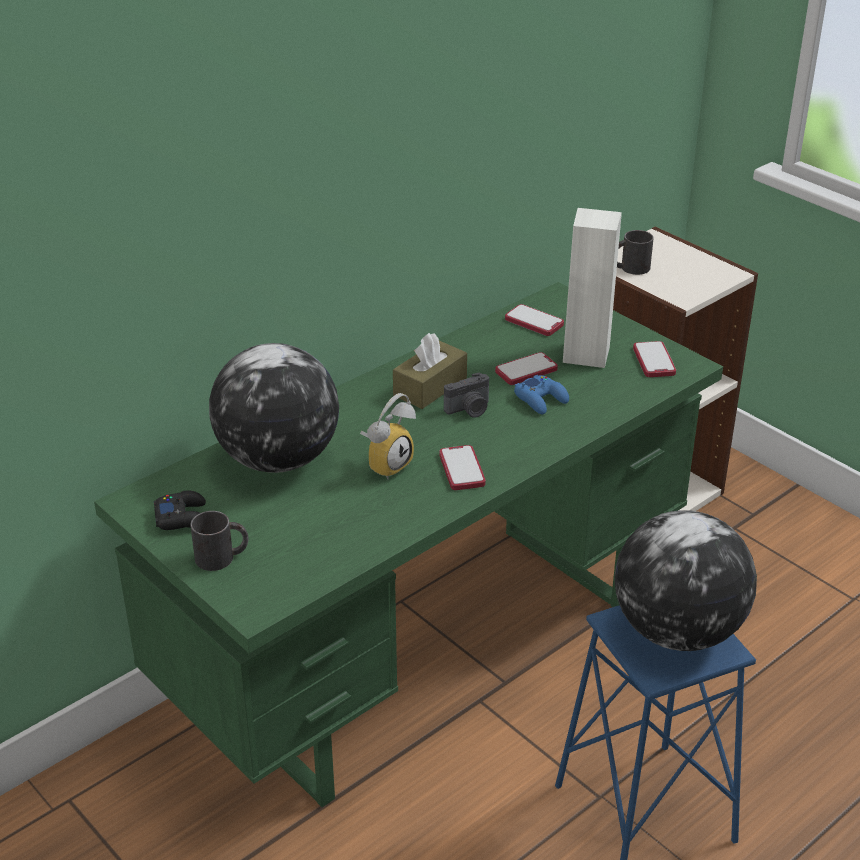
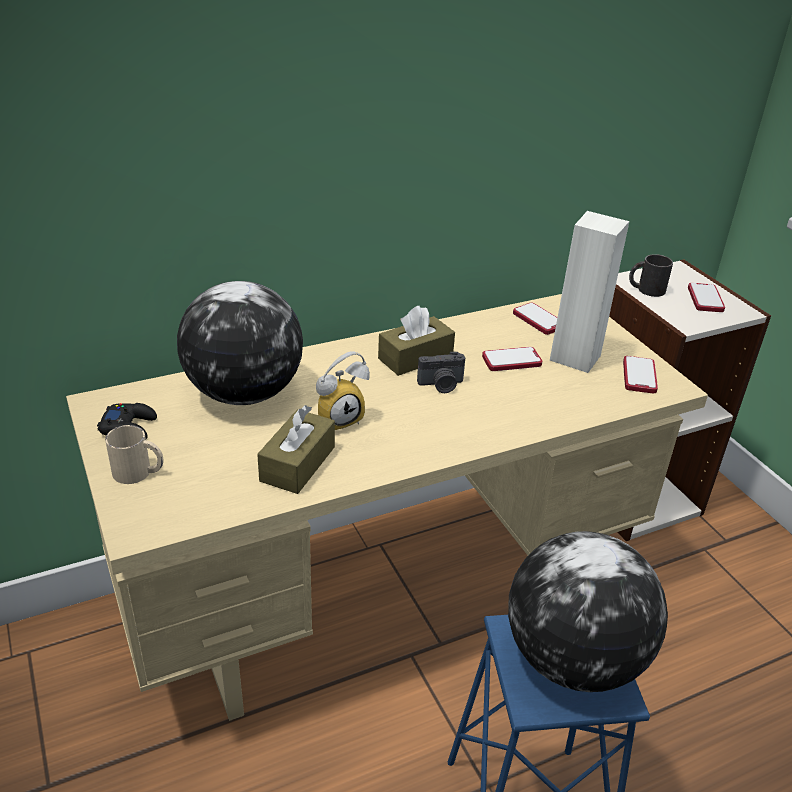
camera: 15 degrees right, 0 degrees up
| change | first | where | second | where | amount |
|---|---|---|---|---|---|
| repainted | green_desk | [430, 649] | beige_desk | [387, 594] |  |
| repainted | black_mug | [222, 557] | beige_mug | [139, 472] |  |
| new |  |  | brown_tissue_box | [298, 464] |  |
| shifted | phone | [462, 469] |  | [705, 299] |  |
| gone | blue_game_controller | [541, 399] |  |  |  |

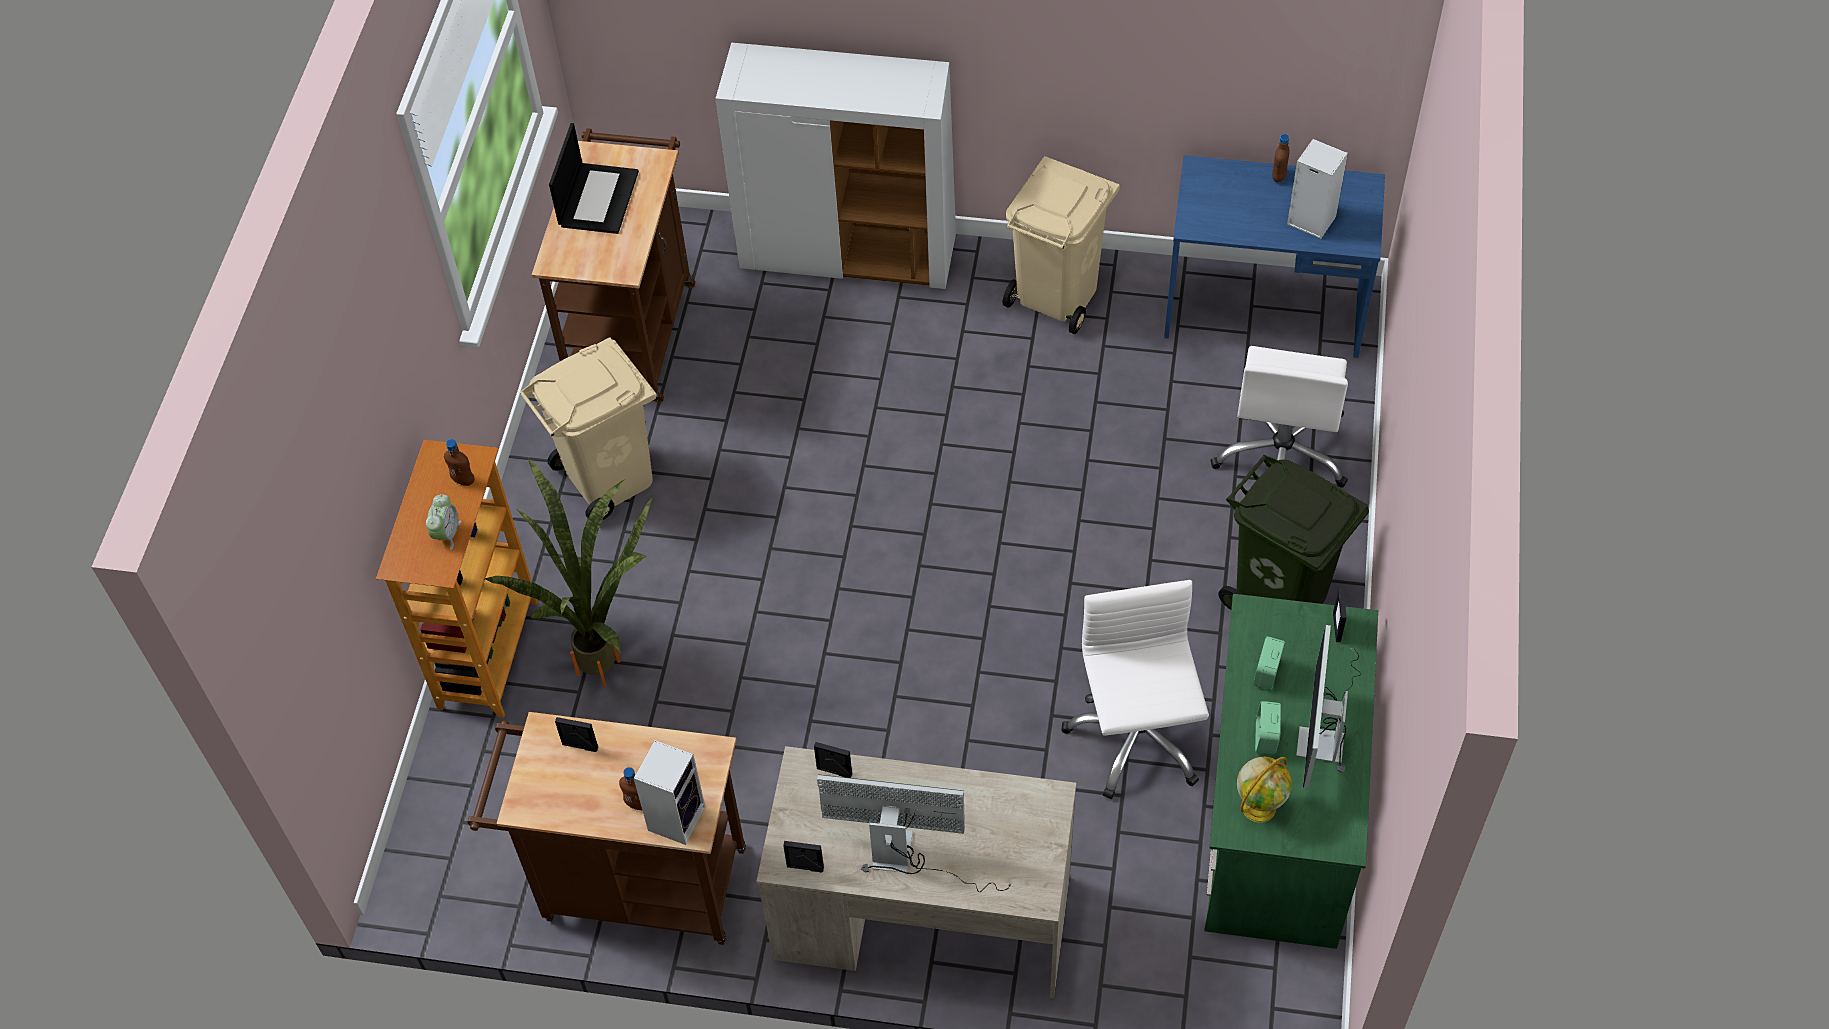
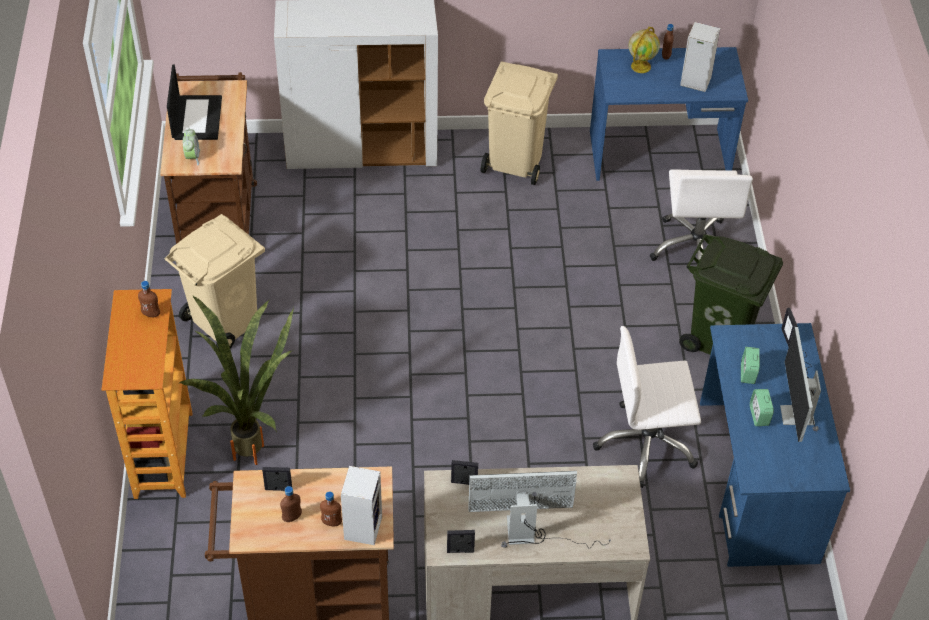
camera: 15 degrees left, 5 degrees down
| change | first | where | second | where | amount |
|---|---|---|---|---|---|
| shifted | alarm_clock | [447, 534] |  | [192, 157] |  |
| new |  |  | brown_bottle | [292, 517] |  |
| rotated | white_office_chair | [1136, 737] |  | [646, 444] | 75 degrees counterclockwise |
| shifted | globe | [1259, 806] |  | [641, 66] |  |
| repainted | green_desk | [1278, 815] | blue_desk | [757, 481] |  |

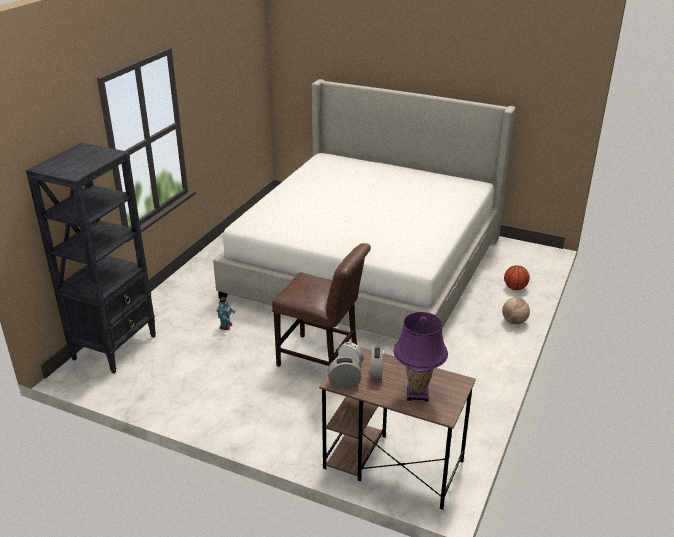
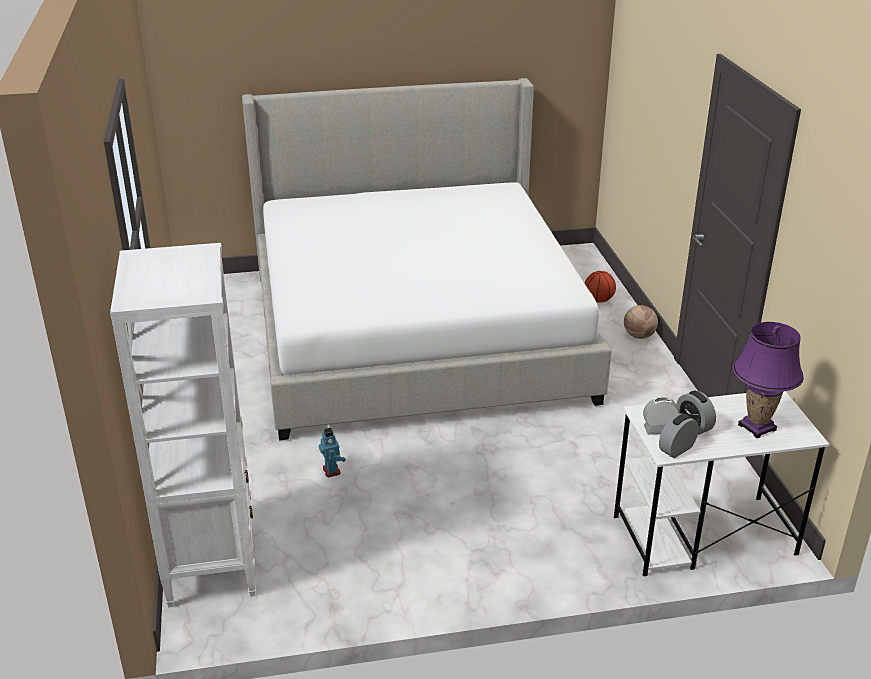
camera: 35 degrees left, 0 degrees up
| change | first | where | second | where | amount |
|---|---|---|---|---|---|
| repainted | black_bookcase | [115, 347] | white_bookcase | [212, 562] |  |
| repainted | brown_desk | [392, 464] | white_desk | [702, 535] |  |
| gone | brown_chair | [322, 360] |  |  |  |

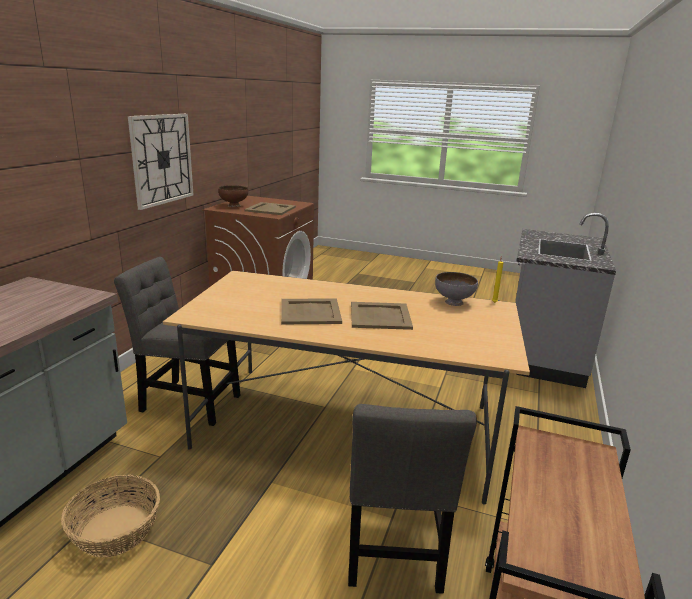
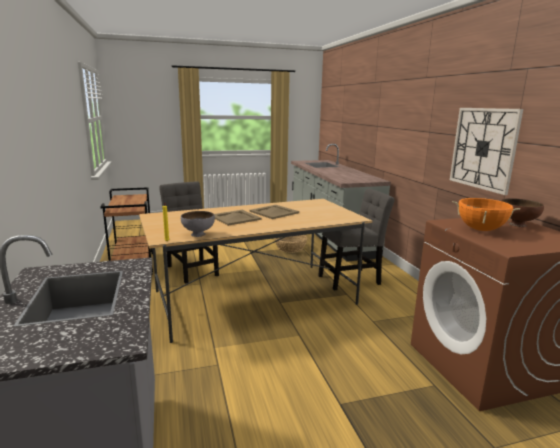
camera: 145 degrees right, 5 degrees down
| change | first | where | second | where | amount |
|---|---|---|---|---|---|
| swapped | beige_tray | [271, 209] | orange_cooking_pot | [481, 230] |  |

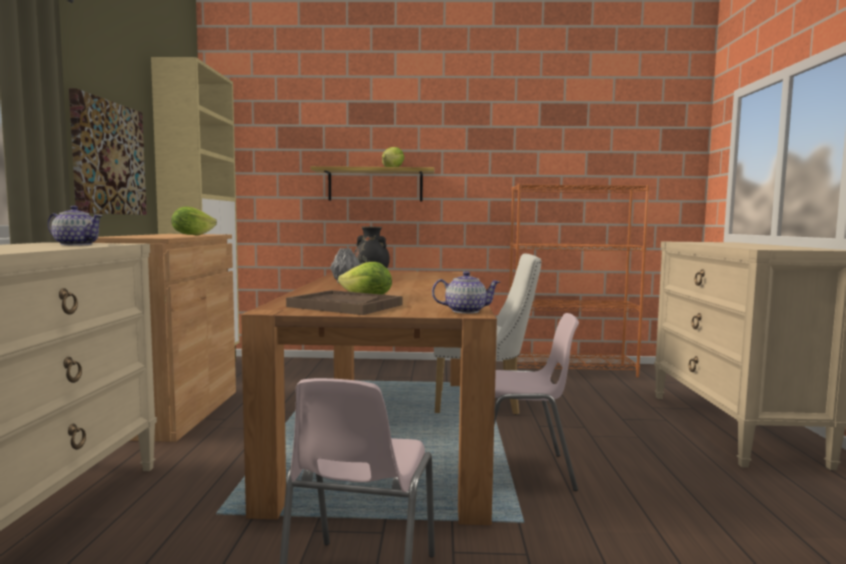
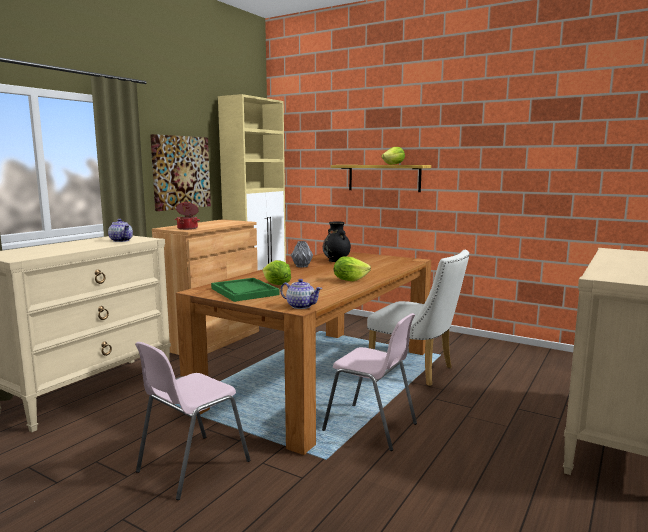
camera: 30 degrees right, 5 degrees up
| change | first | where | second | where | amount |
|---|---|---|---|---|---|
| new |  |  | cooking_pot | [188, 228] |  |
| repainted | brown_tray | [344, 306] | green_tray | [244, 291] |  |
| shifted | lettuce | [192, 235] |  | [350, 280] |  |
| gone | orange_bookcase | [570, 369] |  |  |  |

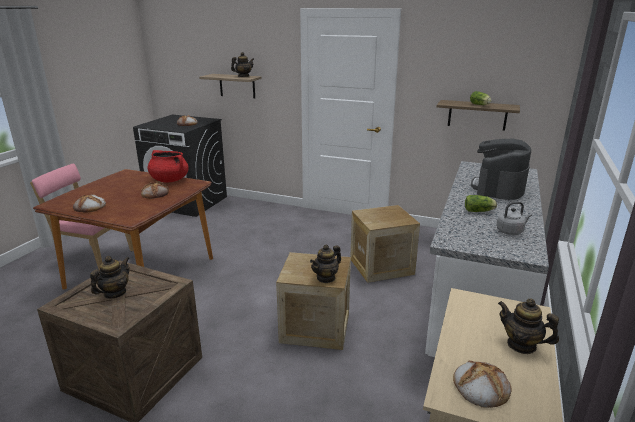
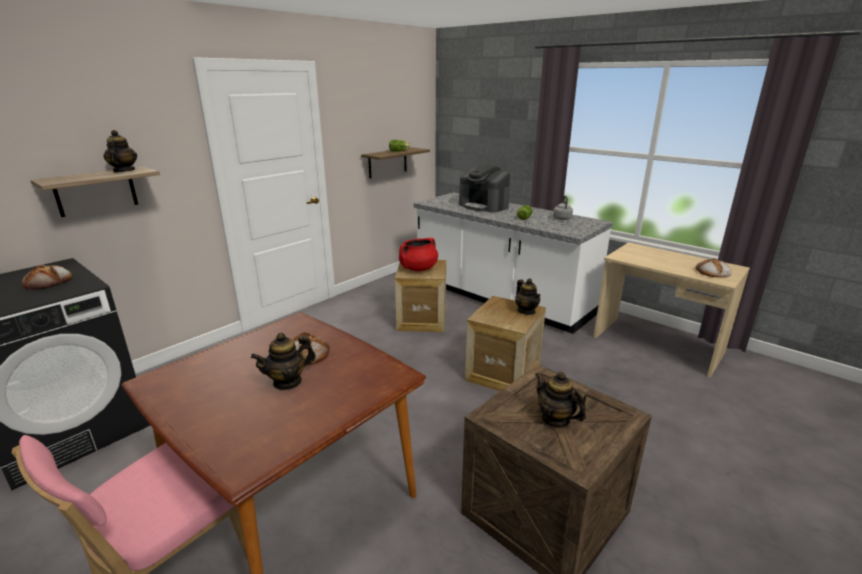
camera: 70 degrees left, 0 degrees up
| change | first | where | second | where | amount |
|---|---|---|---|---|---|
| shifted | teapot | [521, 345] |  | [287, 382] |  |
| shifted | red_cooking_pot | [169, 180] |  | [418, 269] |  |
| gone | bread | [90, 207] |  |  |  |

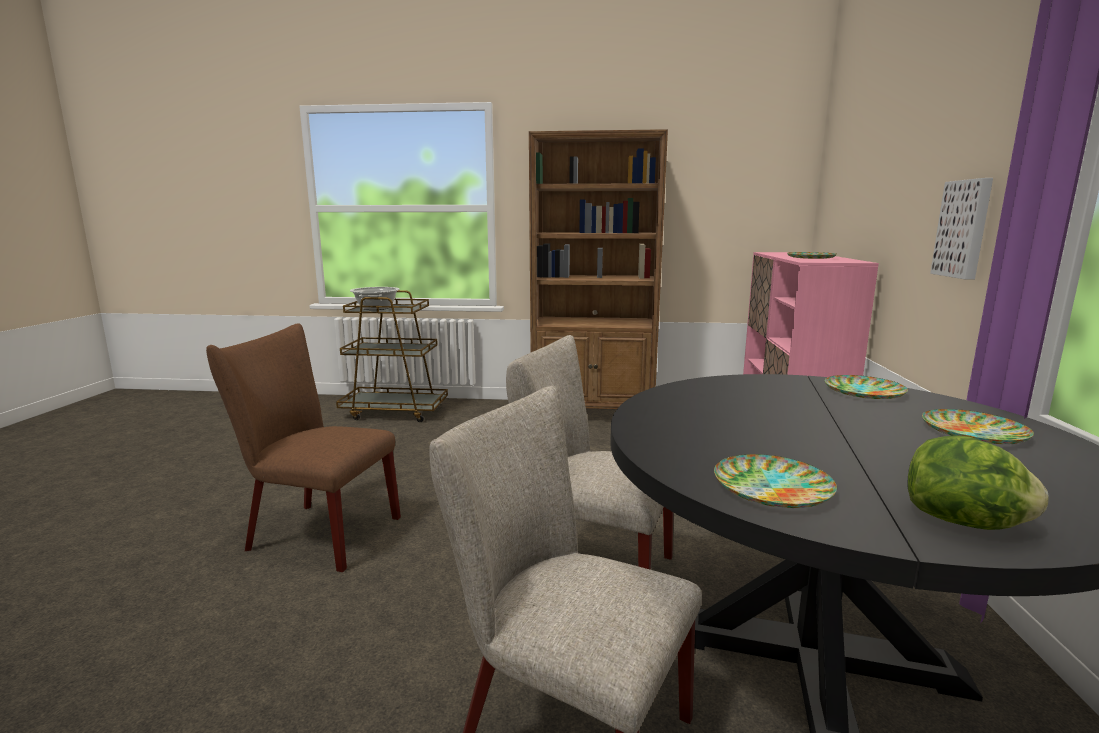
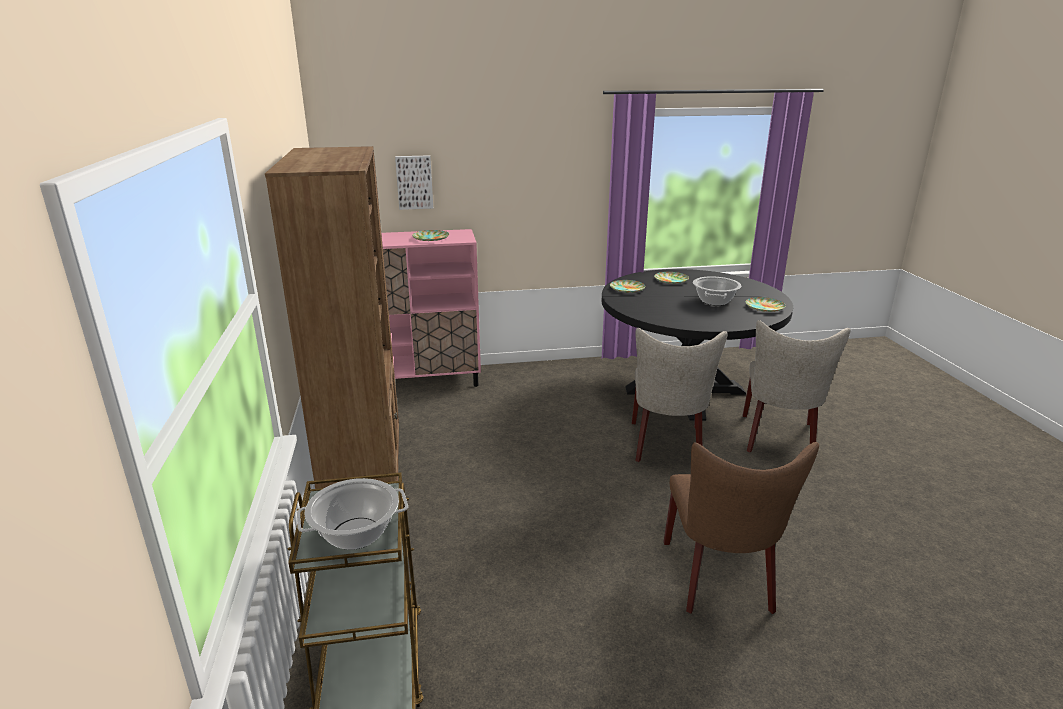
camera: 105 degrees left, 10 degrees up
| change | first | where | second | where | amount |
|---|---|---|---|---|---|
| shifted | picture | [964, 229] |  | [414, 182] |  |
| new |  |  | cooking_pot | [715, 301] |  |
| gone | lettuce | [964, 522] |  |  |  |

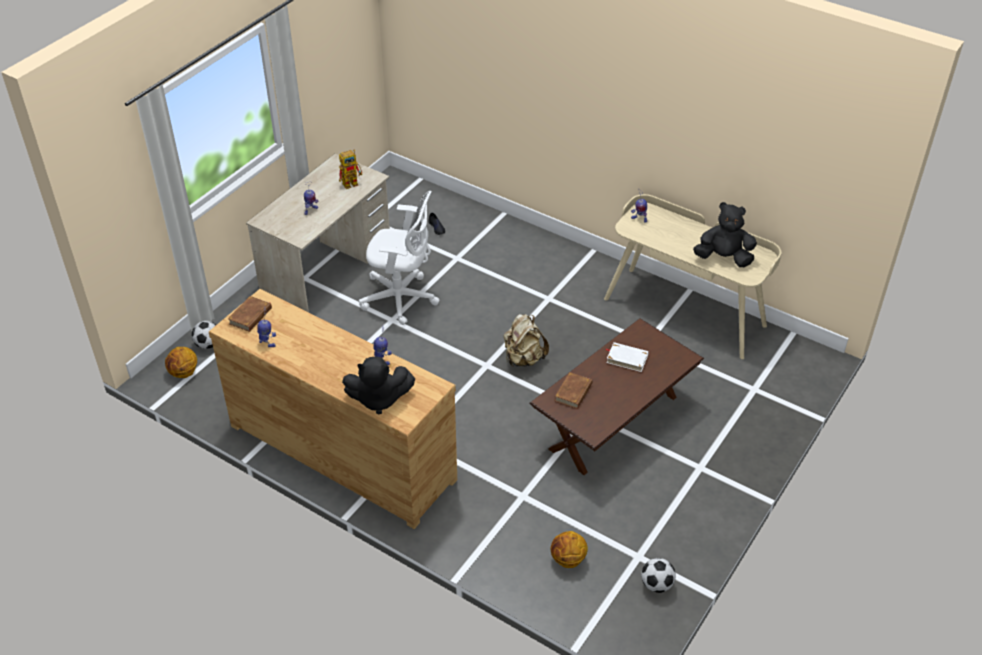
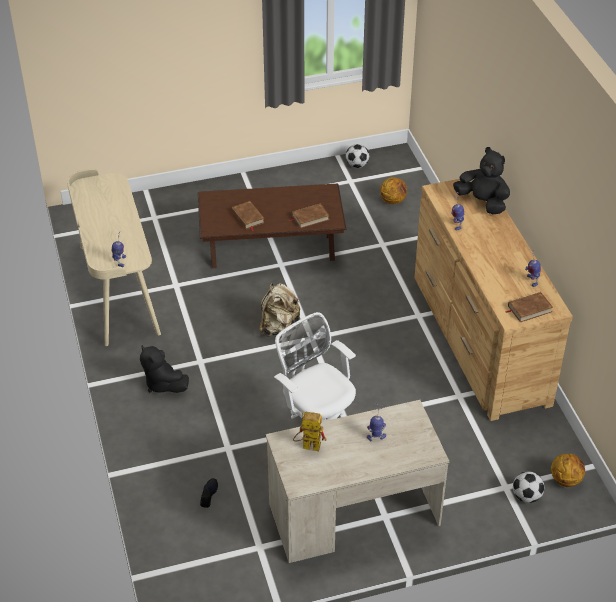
camera: 140 degrees left, 0 degrees up
| change | first | where | second | where | amount |
|---|---|---|---|---|---|
| shifted | black_plush_toy | [724, 258] |  | [162, 383] |  |
| repainted | white_book | [627, 359] | brown_book | [247, 217] |  |

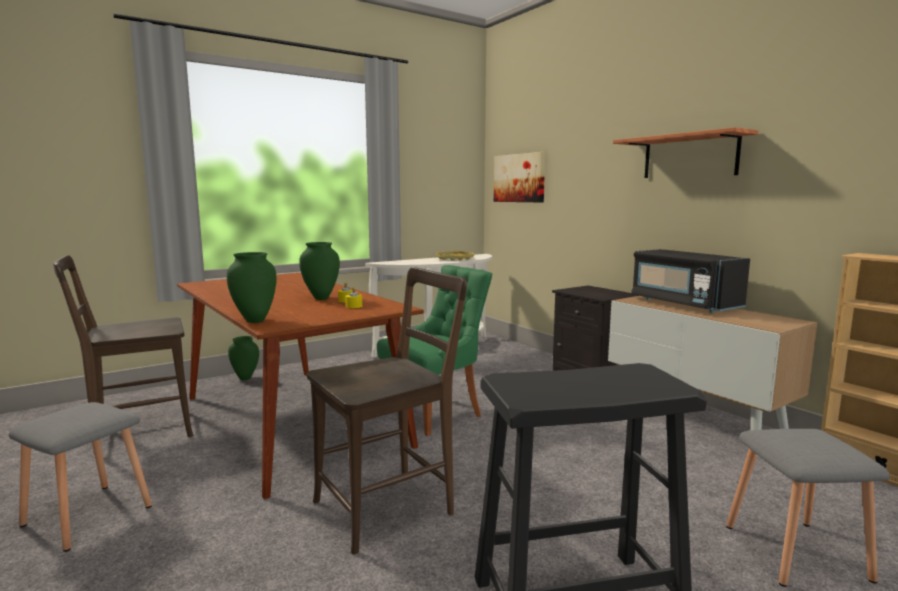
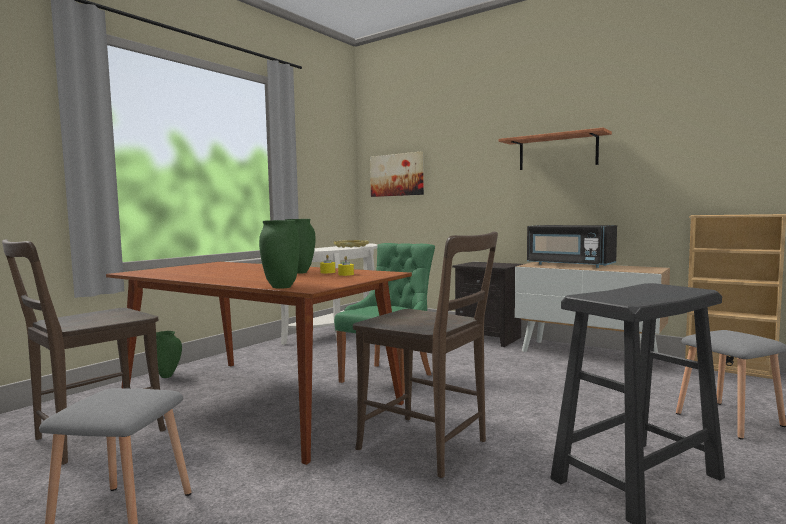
camera: 20 degrees left, 5 degrees down
| change | first | where | second | where | amount |
|---|---|---|---|---|---|
| rotated | brown_chair | [390, 505] |  | [428, 447] | 90 degrees clockwise |

